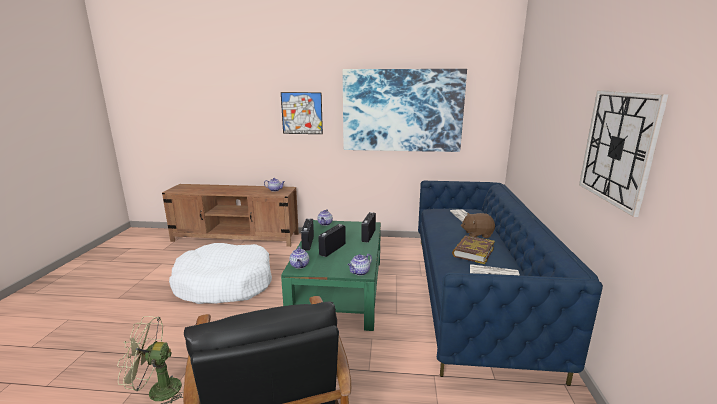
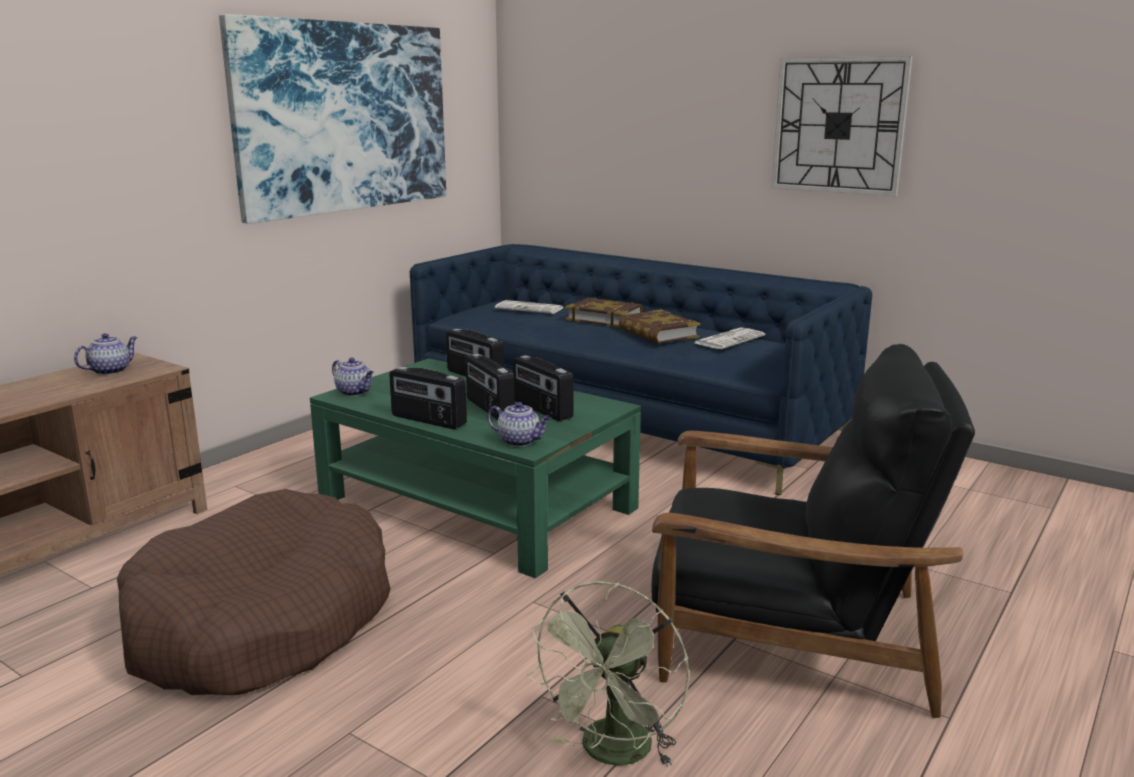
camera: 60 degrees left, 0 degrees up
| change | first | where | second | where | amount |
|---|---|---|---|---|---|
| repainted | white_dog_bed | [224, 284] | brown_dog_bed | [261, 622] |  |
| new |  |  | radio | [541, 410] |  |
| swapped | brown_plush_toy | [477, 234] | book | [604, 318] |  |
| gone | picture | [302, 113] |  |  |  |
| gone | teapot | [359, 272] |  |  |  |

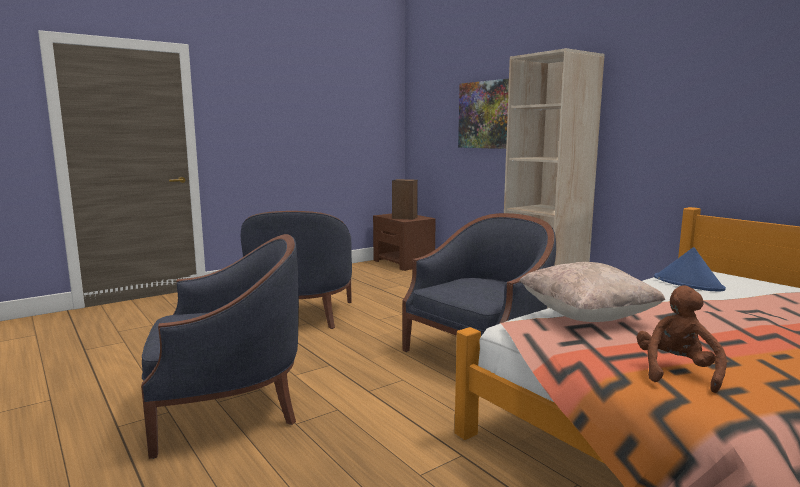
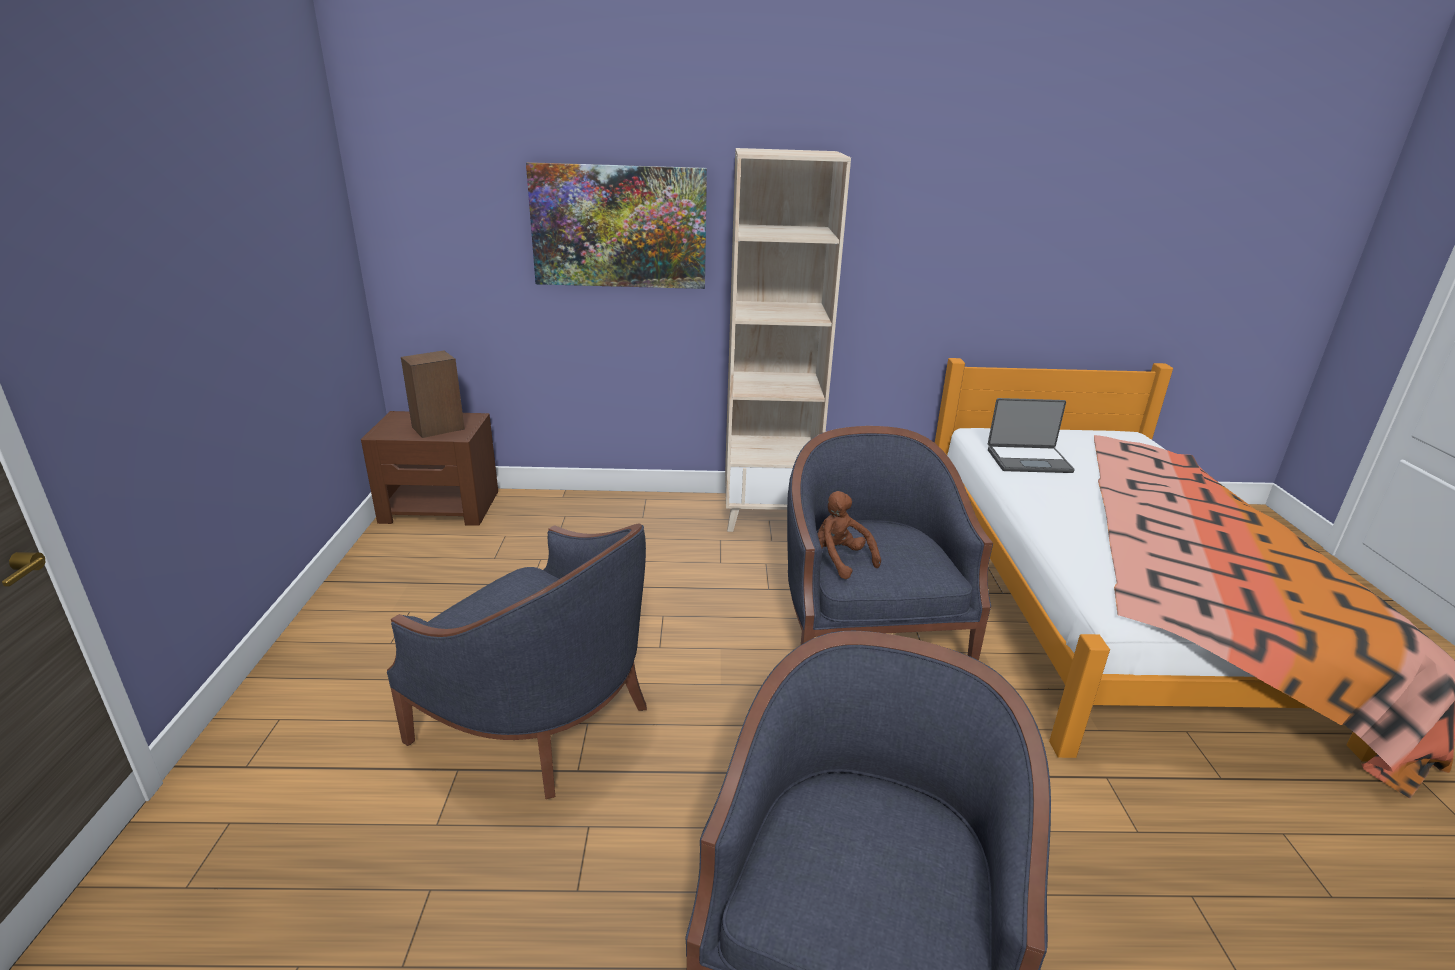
camera: 55 degrees left, 15 degrees up
| change | first | where | second | where | amount |
|---|---|---|---|---|---|
| shifted | brown_plush_toy | [676, 372] |  | [839, 560] |  |
| swapped | blue_hat | [688, 283] | laptop | [1028, 460] |  |
| gone | beige_pillow | [586, 316] |  |  |  |

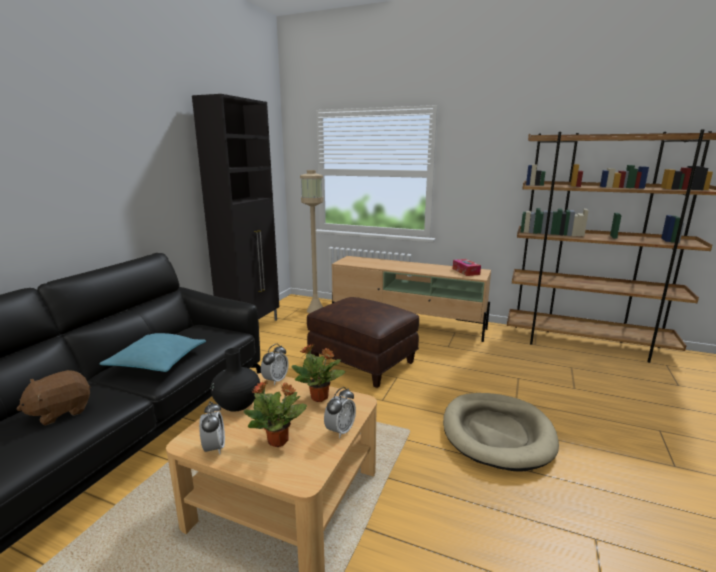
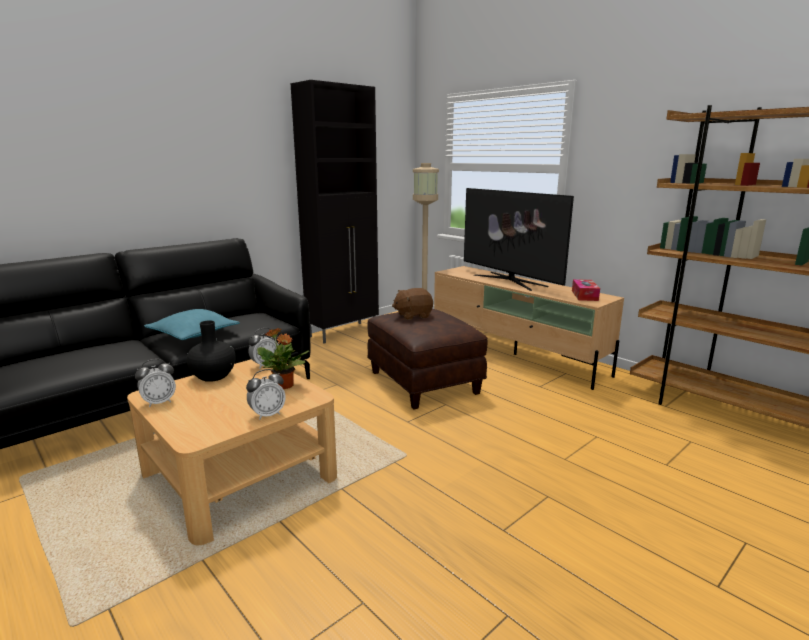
camera: 25 degrees right, 0 degrees up
| change | first | where | second | where | amount |
|---|---|---|---|---|---|
| rotated | alarm_clock | [214, 448] |  | [159, 402] | 45 degrees clockwise |
| shifted | brown_plush_toy | [60, 412] |  | [413, 315] |  |
| new |  |  | television | [509, 280] |  |
| gone | potted_plant | [279, 441] |  |  |  |
| gone | beige_dog_bed | [497, 433] |  |  |  |

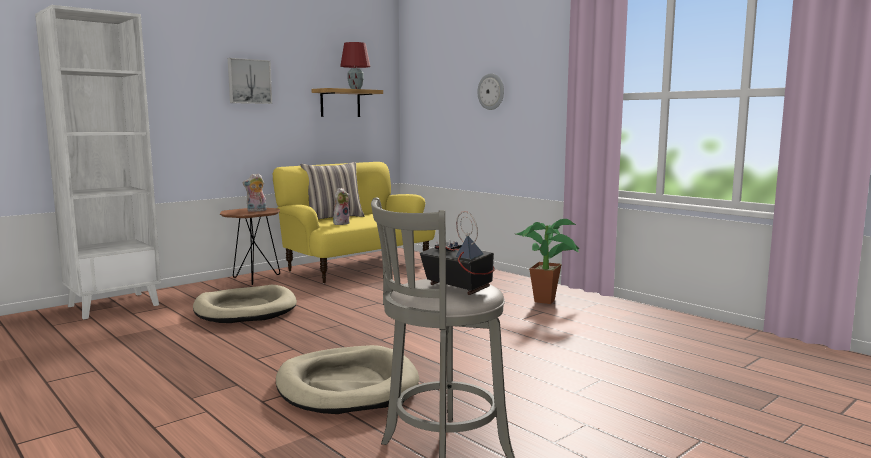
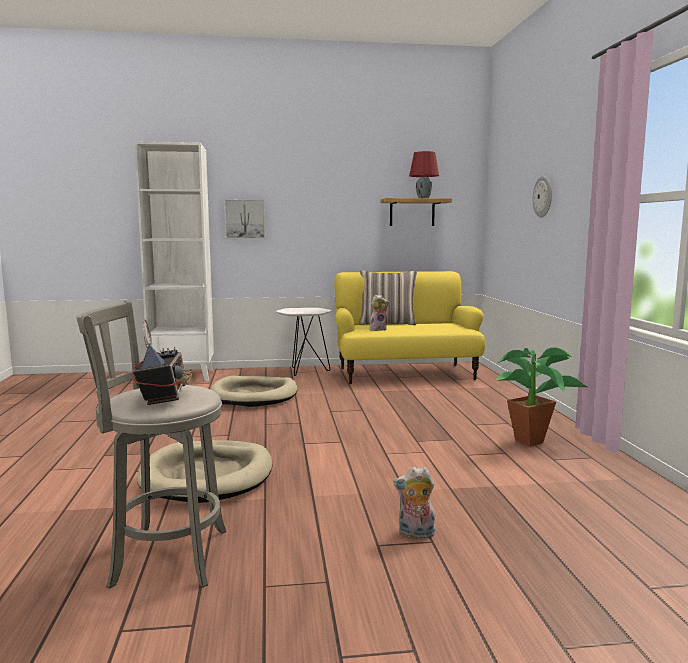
camera: 35 degrees right, 0 degrees up
| change | first | where | second | where | amount |
|---|---|---|---|---|---|
| shifted | picture | [249, 81] |  | [245, 219] |  |
| repainted | brown_side_table | [253, 279] | white_side_table | [304, 371] |  |
| shifted | plush_toy | [256, 211] |  | [415, 534] |  |

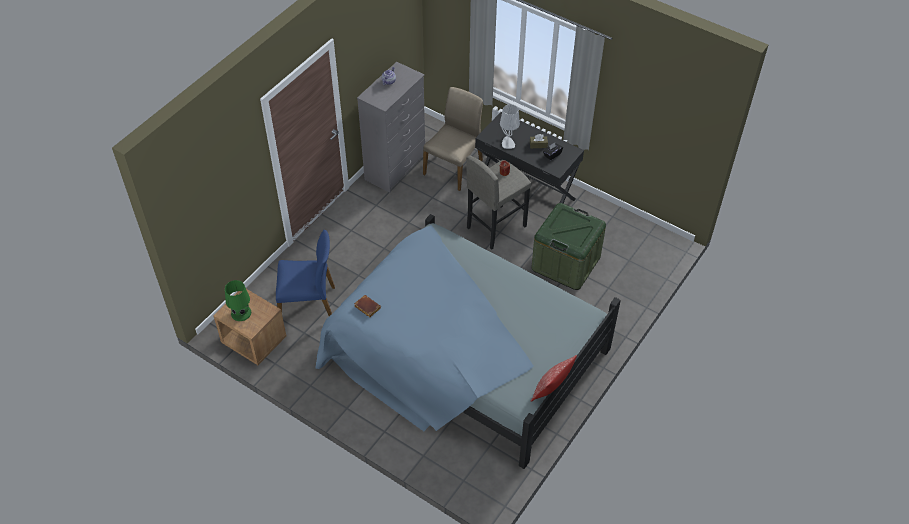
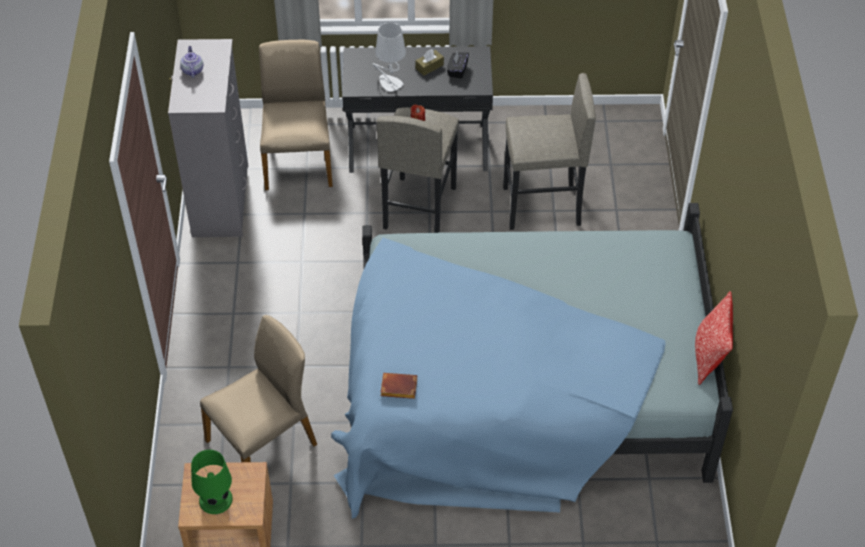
camera: 35 degrees left, 0 degrees up
| change | first | where | second | where | amount |
|---|---|---|---|---|---|
| repainted | blue_chair | [308, 304] | beige_chair | [263, 442] |  |
| swapped | green_storage_box | [566, 263] | grey_stool | [542, 207] |  |

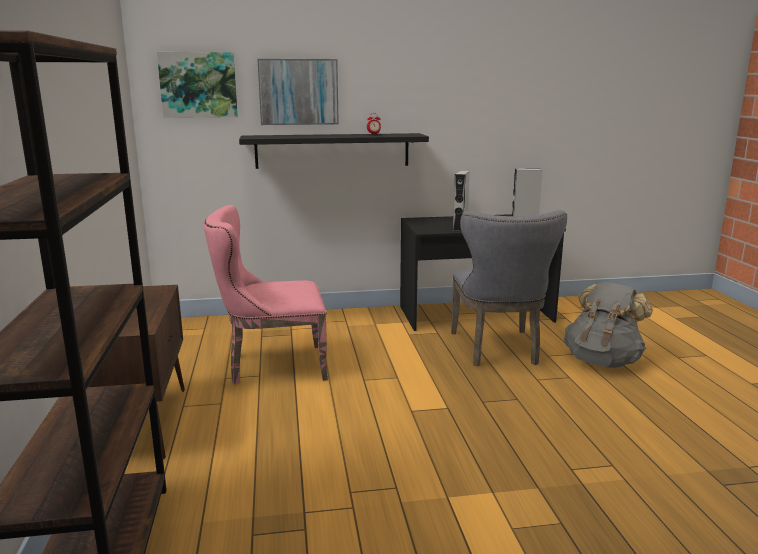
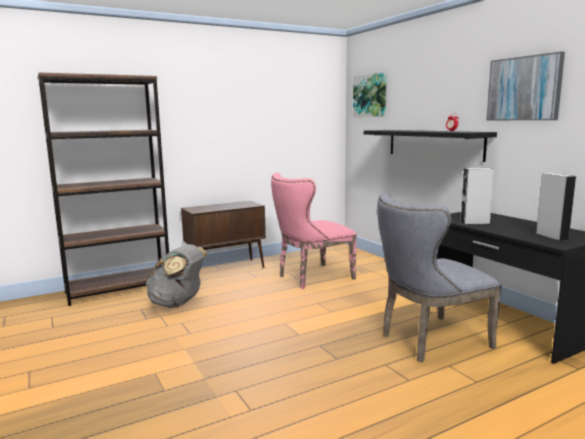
camera: 70 degrees right, 5 degrees down
| change | first | where | second | where | amount |
|---|---|---|---|---|---|
| shifted | grey_backpack | [602, 361] |  | [178, 303] |  |
| rotated | pink_chair | [271, 366] |  | [311, 277] | 90 degrees counterclockwise |
| shifted | picture | [298, 92] |  | [524, 88] |  |

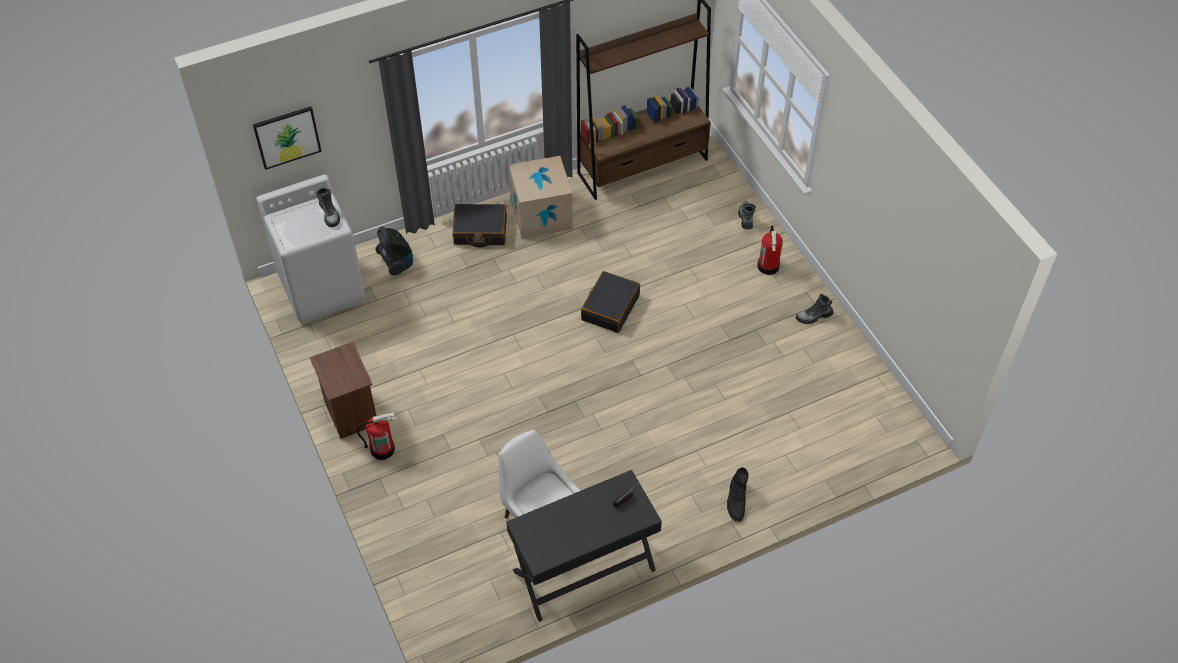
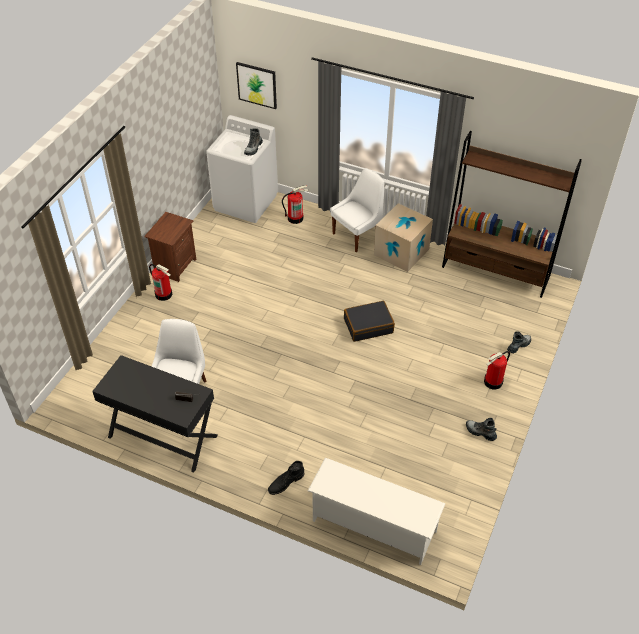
camera: 50 degrees right, 5 degrees down
| change | first | where | second | where | amount |
|---|---|---|---|---|---|
| swapped | vacuum_cleaner | [397, 263] | fire_extinguisher | [295, 218] |  |
| new |  |  | white_shoe_rack | [373, 526] |  |
| swapped | black_suitcase | [480, 231] | white_chair | [357, 235] |  |

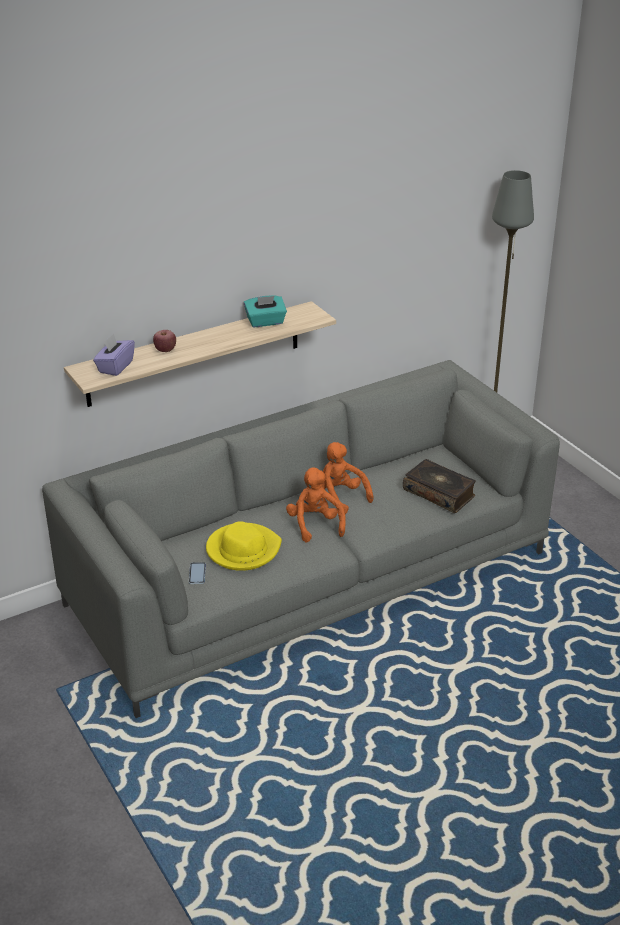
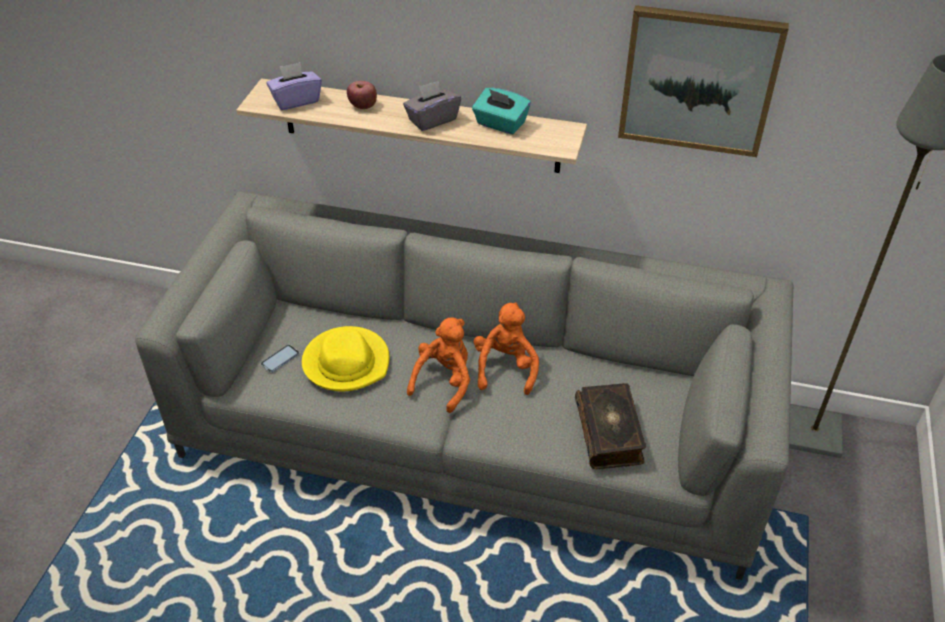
camera: 45 degrees right, 10 degrees up
| change | first | where | second | where | amount |
|---|---|---|---|---|---|
| new |  |  | grey_tissue_box | [432, 120] |  |
| new |  |  | picture | [698, 81] |  |

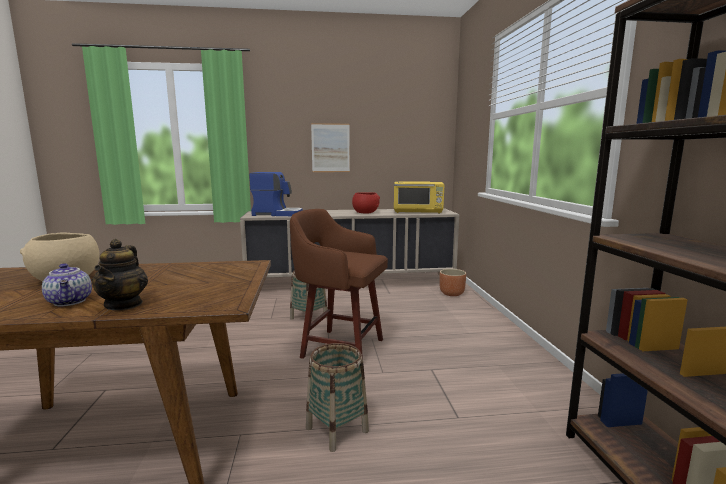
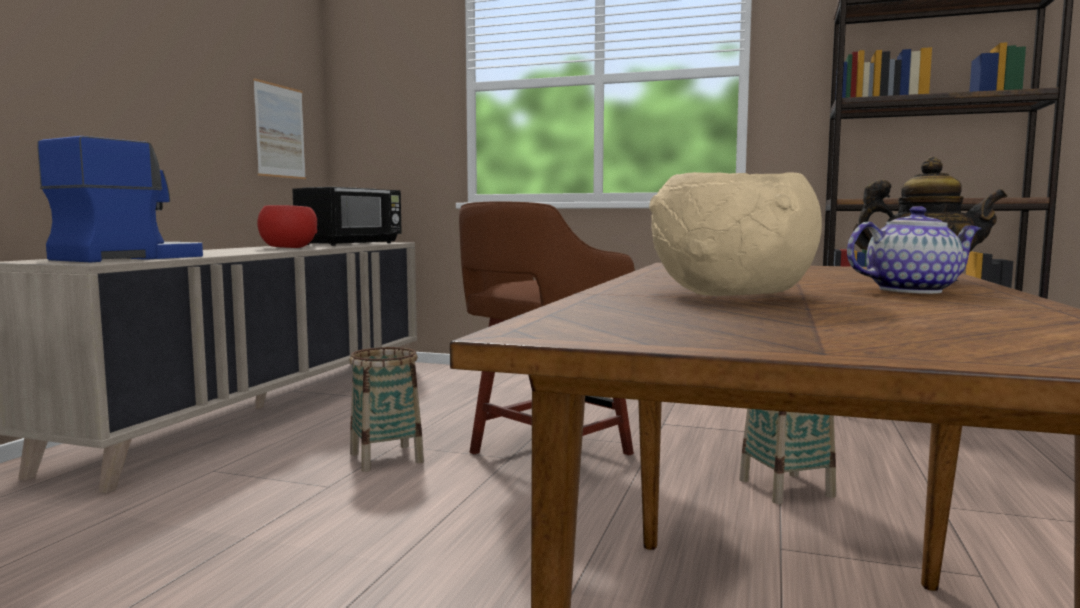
camera: 65 degrees left, 5 degrees down
| change | first | where | second | where | amount |
|---|---|---|---|---|---|
| shifted | picture | [330, 148] |  | [280, 131] |  |
| repainted | yellow_microwave | [418, 212] | black_microwave | [351, 244] |  |
| gone | brown_planter | [451, 294] |  |  |  |

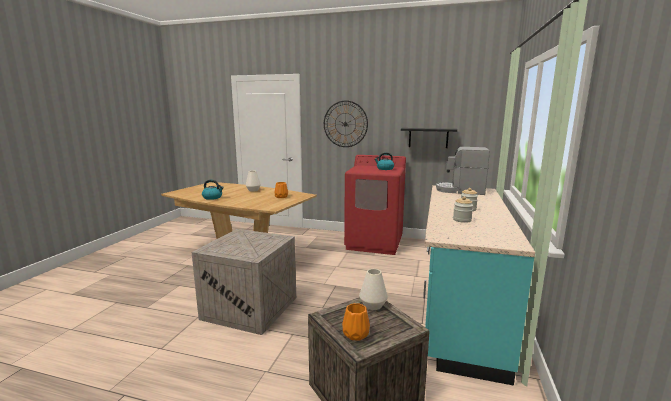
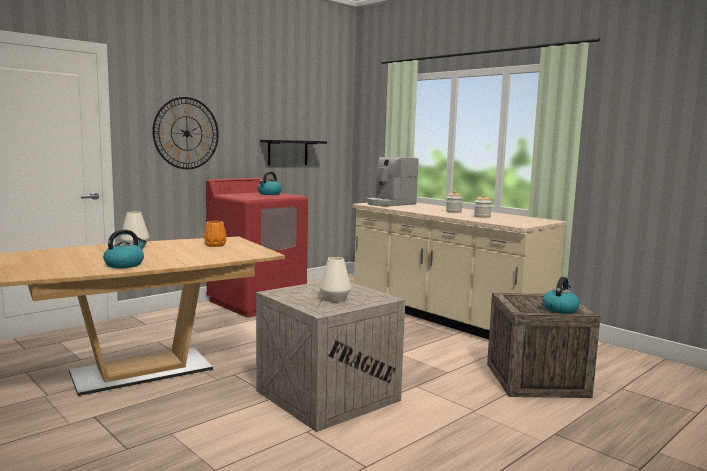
camera: 60 degrees left, 5 degrees down
| change | first | where | second | where | amount |
|---|---|---|---|---|---|
| shifted | white_vase | [373, 305] |  | [335, 299] |  |
| repainted | turquoise_counter | [459, 309] | beige_counter | [444, 317] |  |
| swapped | orange_vase | [355, 334] | kettle | [560, 309] |  |

